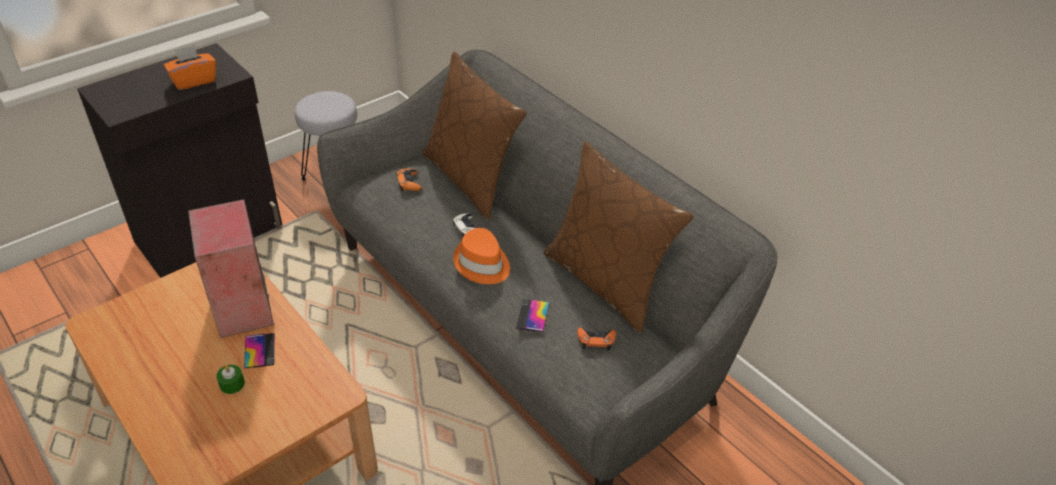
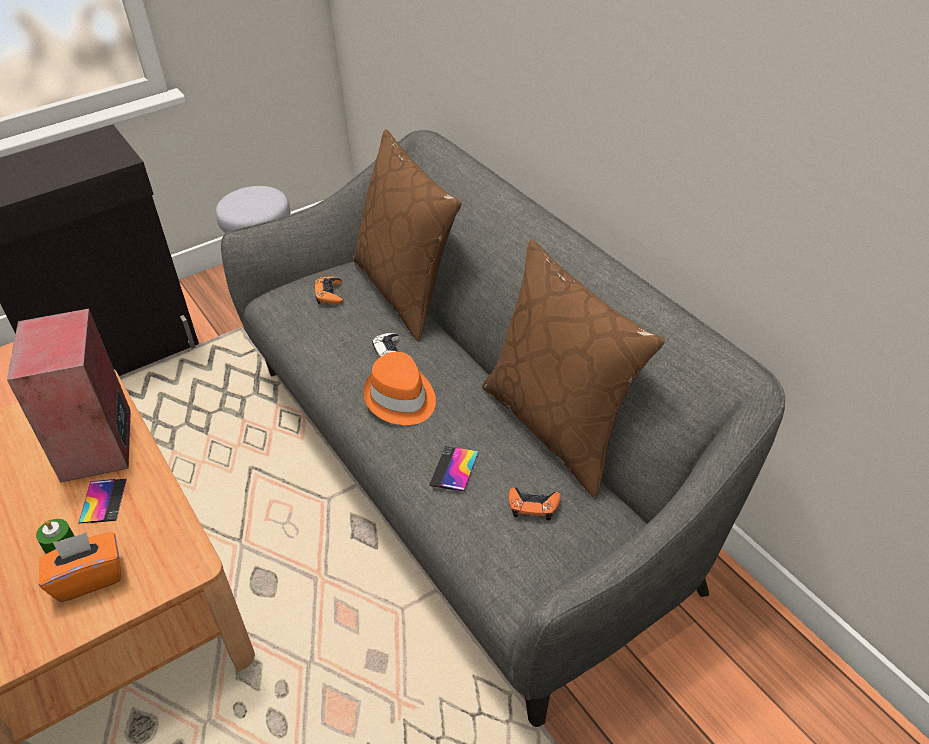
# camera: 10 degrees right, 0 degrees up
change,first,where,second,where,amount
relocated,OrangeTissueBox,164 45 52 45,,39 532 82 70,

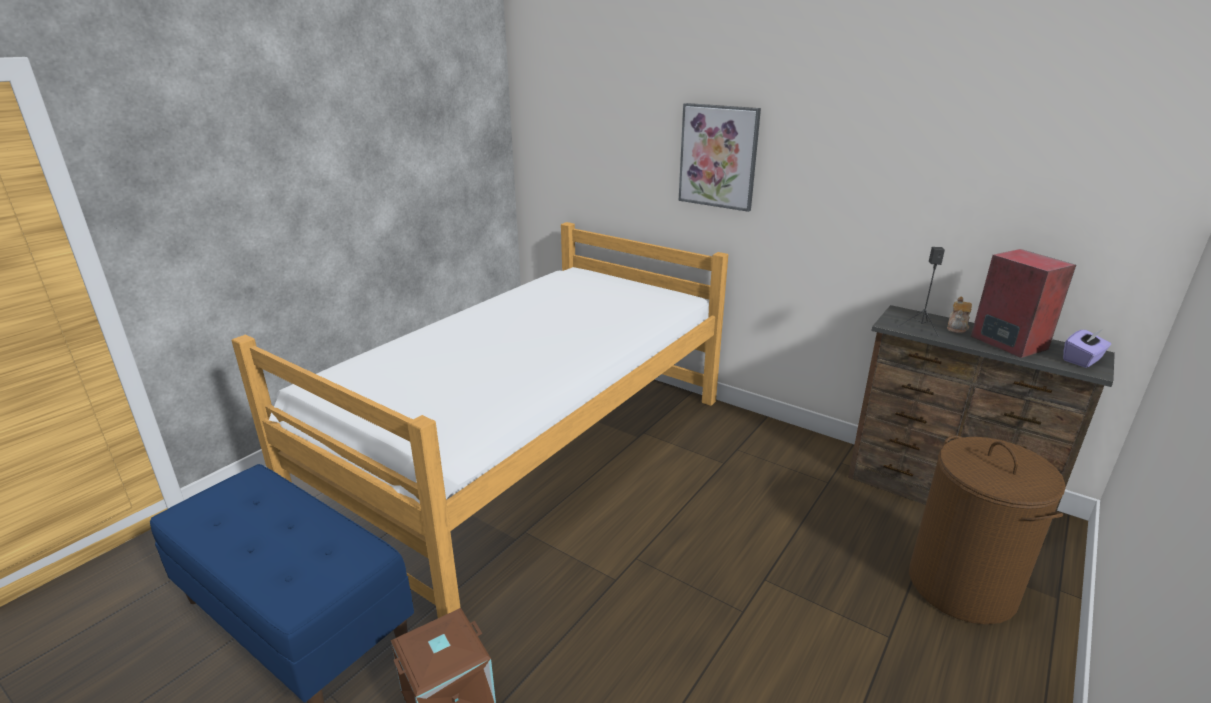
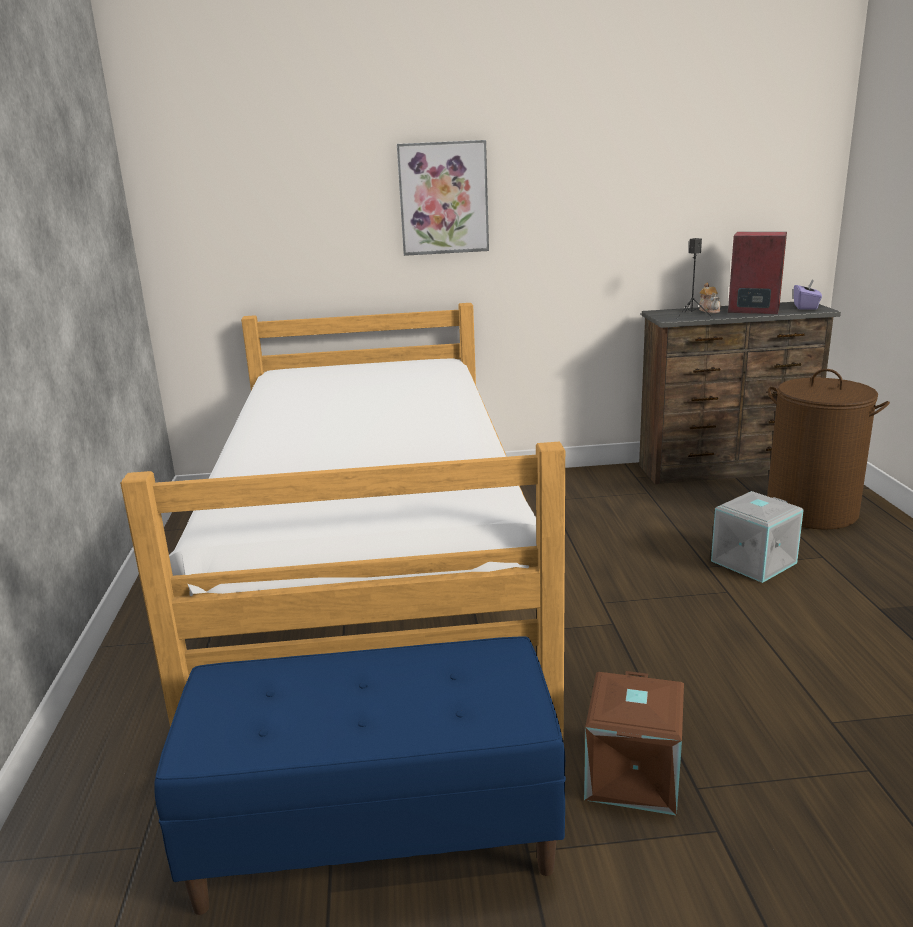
# camera: 40 degrees left, 5 degrees down
change,first,where,second,where,amount
appeared,,,GreyStorageBox,711 491 93 92,

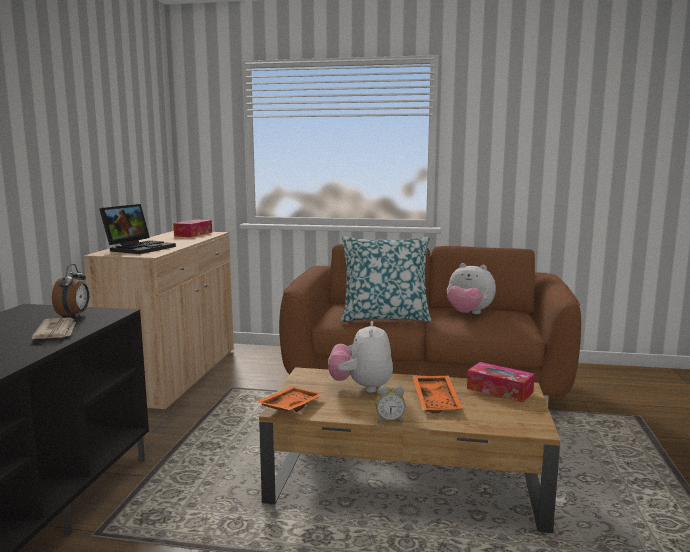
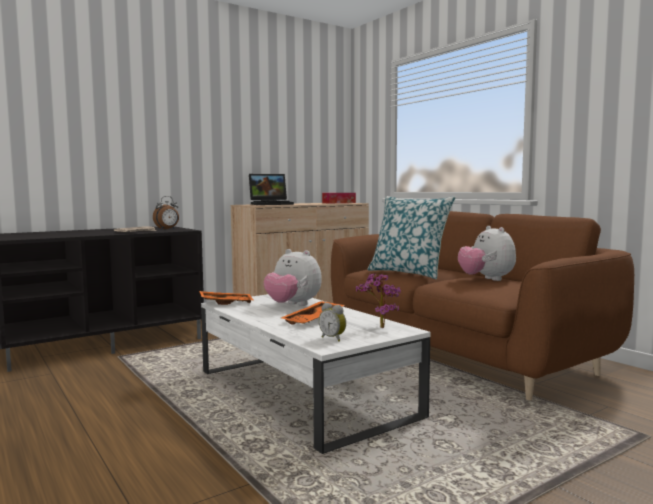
# camera: 45 degrees right, 5 degrees down
change,first,where,second,where,amount
colour,BrownCoffeeTable,259 367 302 166,WhiteCoffeeTable,201 294 229 160,
spun,PlushToy,328 321 65 72,,264 249 58 57,105 degrees counterclockwise
relocated,AlarmClock,375 386 30 37,,319 303 27 39,
exchanged,TissueBox,467 362 68 40,PottedPlant,356 273 45 55,

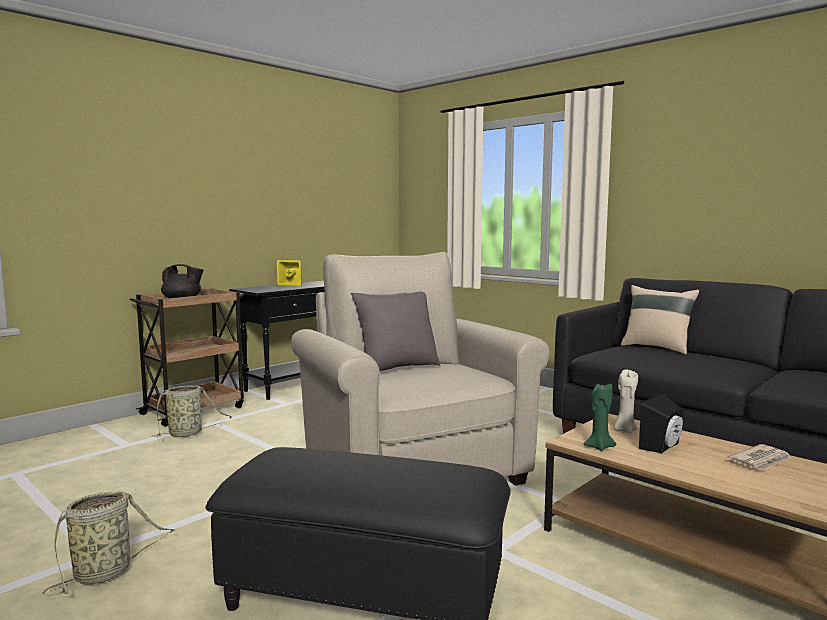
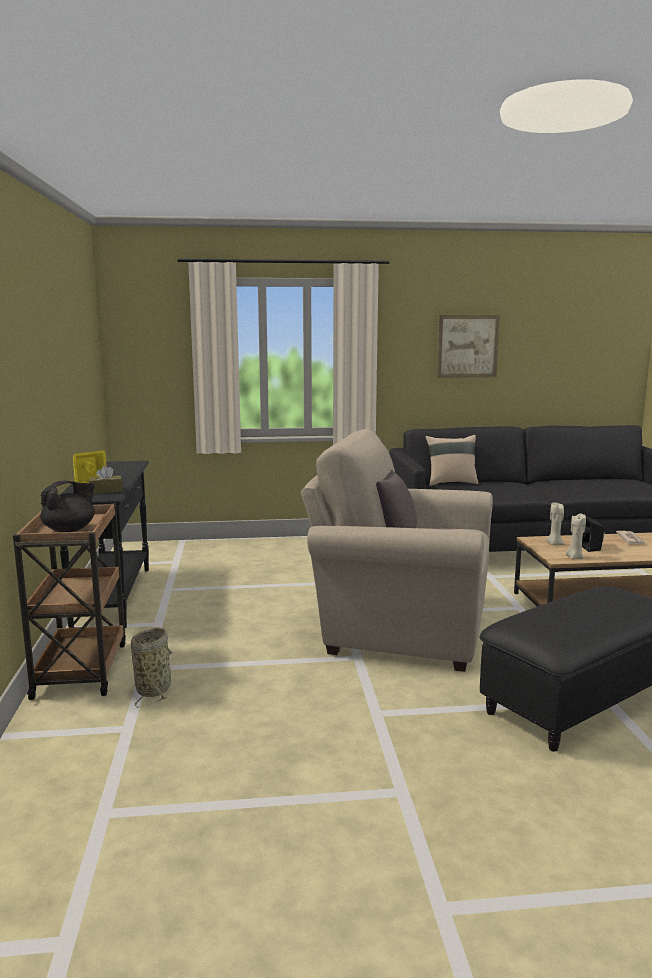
# camera: 50 degrees left, 5 degrees up
change,first,where,second,where,amount
missing,Basket,43 491 131 104,,,
colour,GreenCandle,584 384 32 67,BeigeCandle,566 514 20 45,
appeared,,,BrownTissueBox,89 465 34 29,
appeared,,,Picture,437 315 63 63,

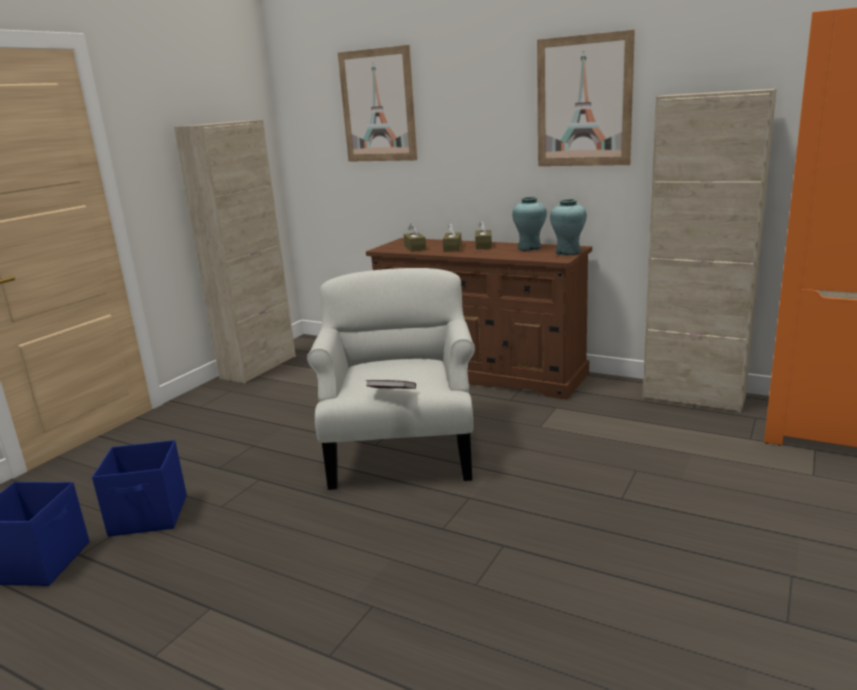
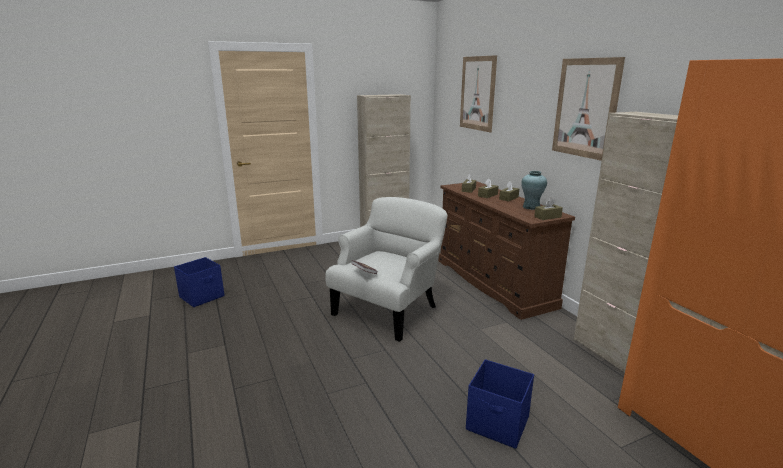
# camera: 35 degrees right, 0 degrees up
change,first,where,second,where,amount
relocated,BlueStorageBox,92 440 95 96,,466 359 68 90,
exchanged,TurquoiseVase,550 199 37 57,BrownTissueBox,534 198 29 22,

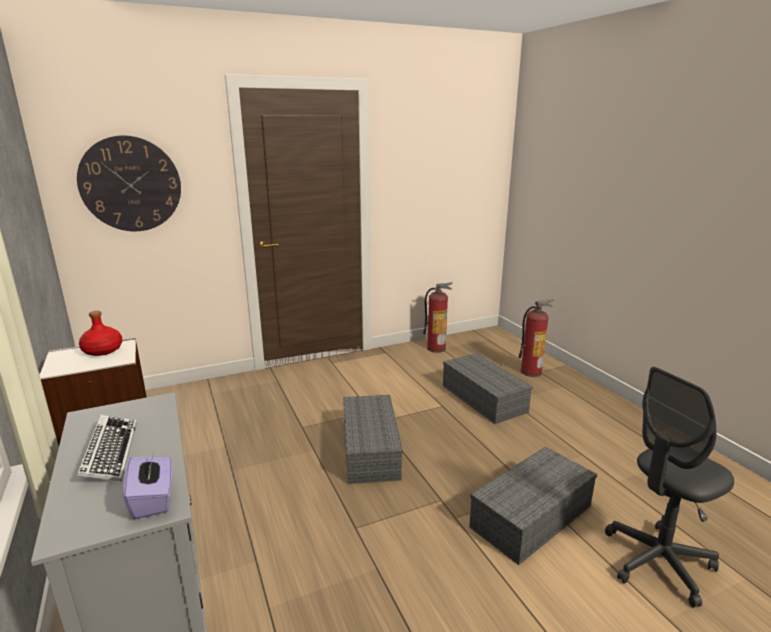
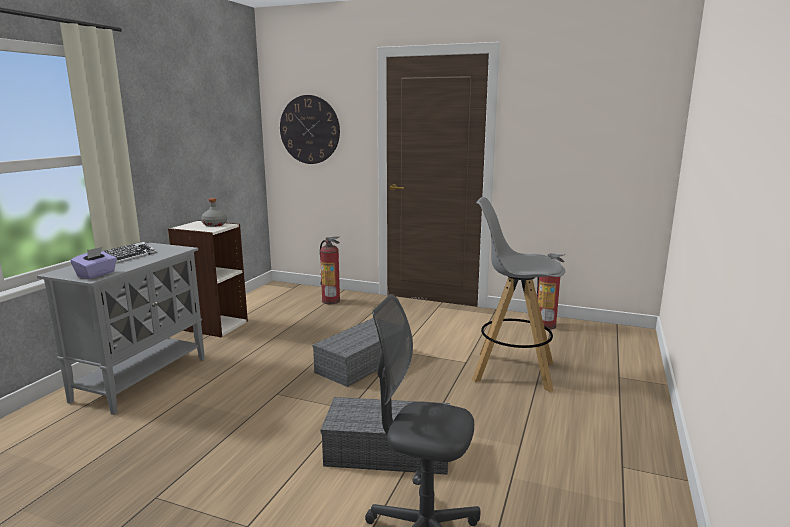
# camera: 45 degrees right, 5 degrees down
change,first,where,second,where,amount
colour,RedBottle,79 311 44 45,GreyBottle,201 198 26 29,
exchanged,GreyStorageBox,443 353 90 71,GreyStool,472 197 93 195,
relocated,FireExtinguisher,519 299 35 78,,320 237 20 67,

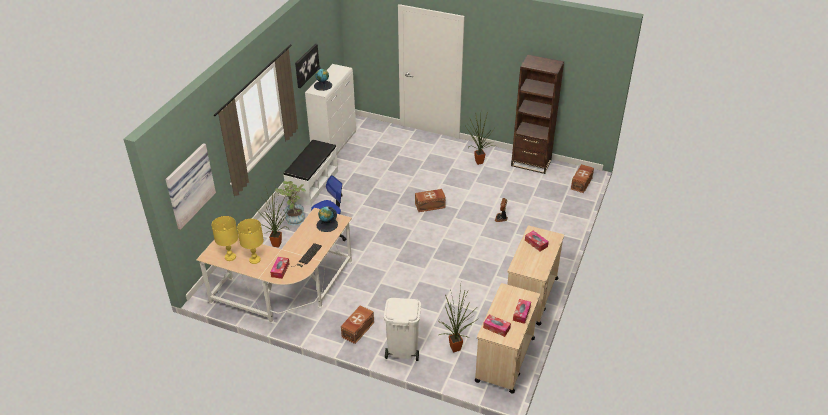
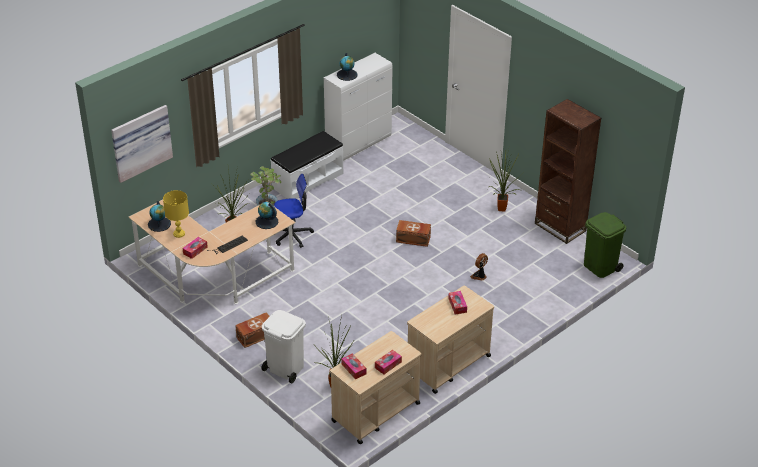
# camera: 25 degrees right, 0 degrees up
change,first,where,second,where,amount
exchanged,YellowTableLamp,212 216 26 45,Globe,148 201 23 31,
missing,Picture,295 44 24 44,,,
exchanged,BrownStorageBox,571 164 23 29,GreenTrashCan,584 212 42 66,

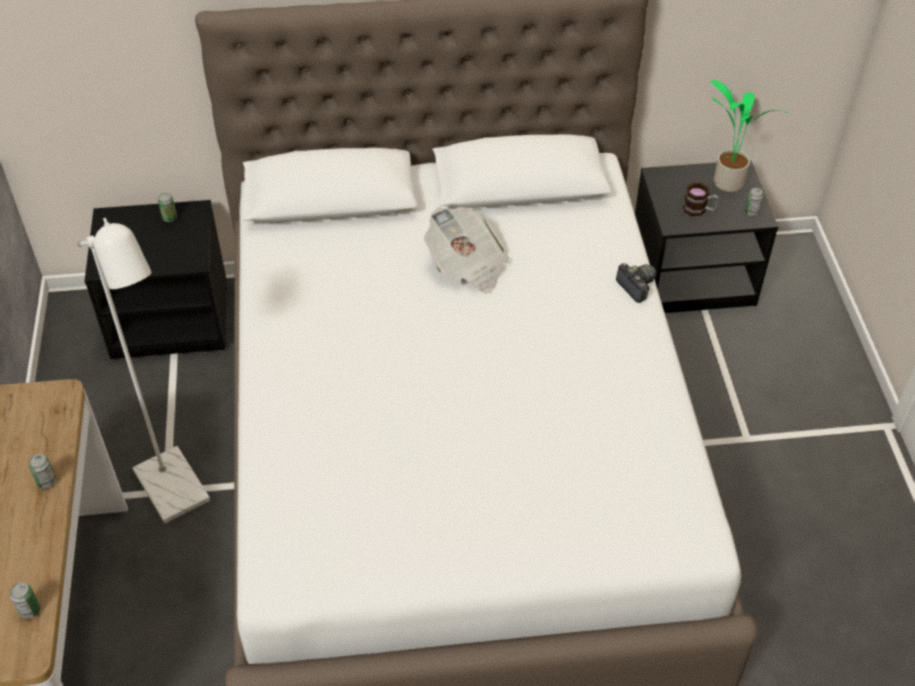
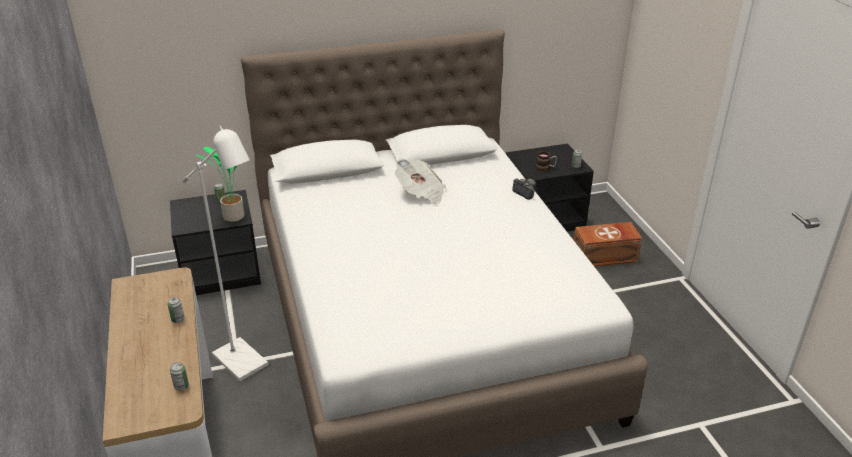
# camera: 10 degrees left, 15 degrees down
change,first,where,second,where,amount
relocated,PottedPlant,711 80 77 112,,196 147 49 75,
appeared,,,BrownStorageBox,574 222 68 44,

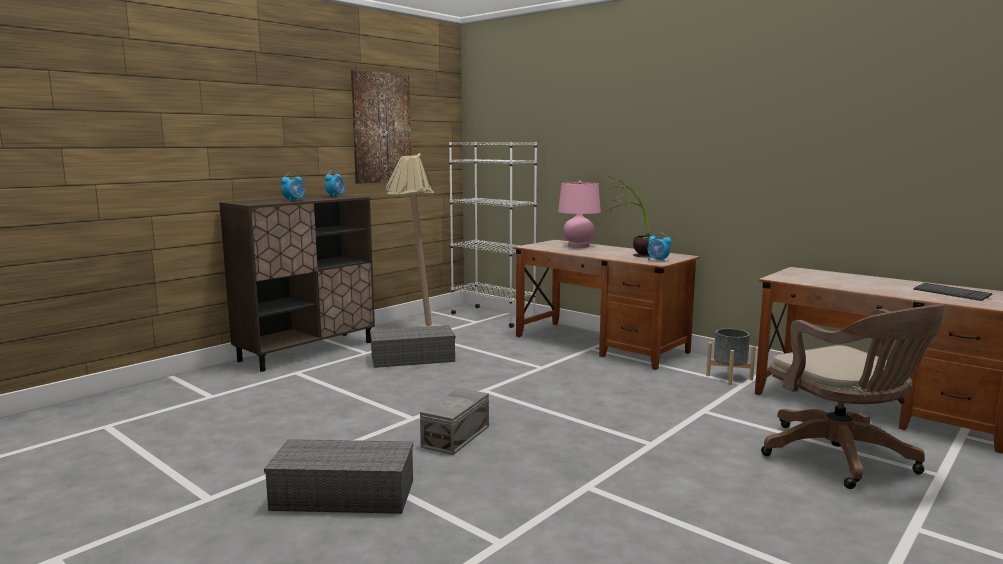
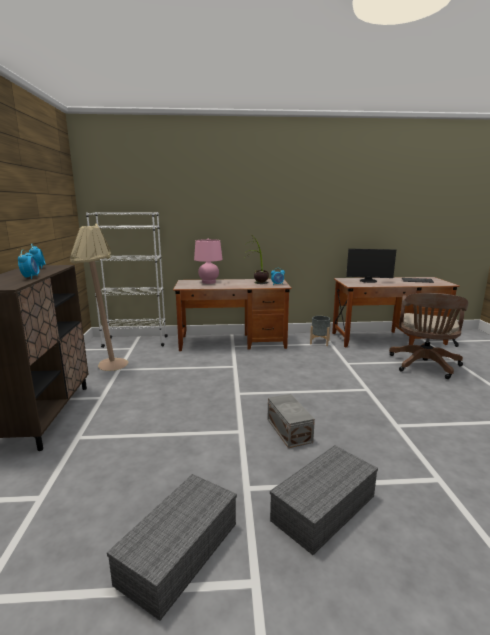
# camera: 45 degrees left, 5 degrees up
change,first,where,second,where,amount
missing,Picture,351 70 61 114,,,
relocated,GreyStorageBox,370 325 86 43,,107 474 130 147,
spun,BrownOfficeChair,761 304 184 185,,389 293 79 86,90 degrees clockwise
appeared,,,Monitor,346 249 50 34,

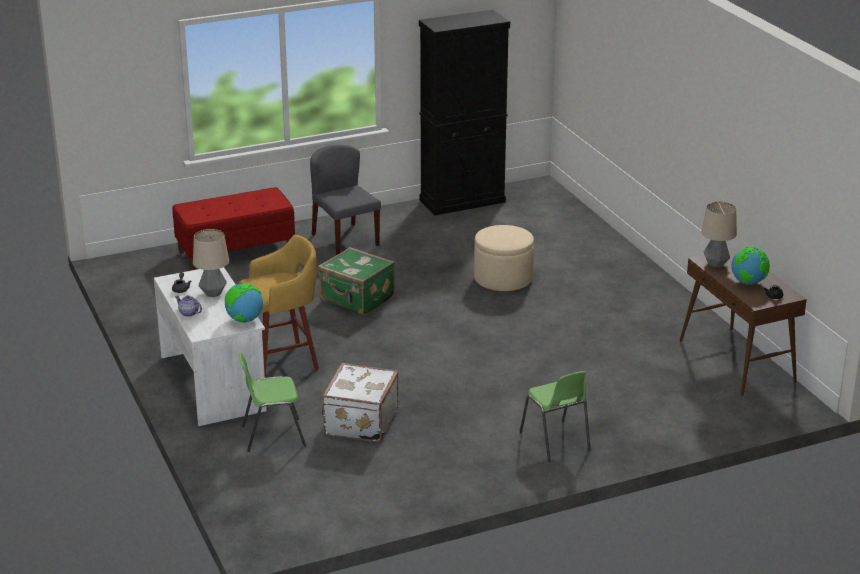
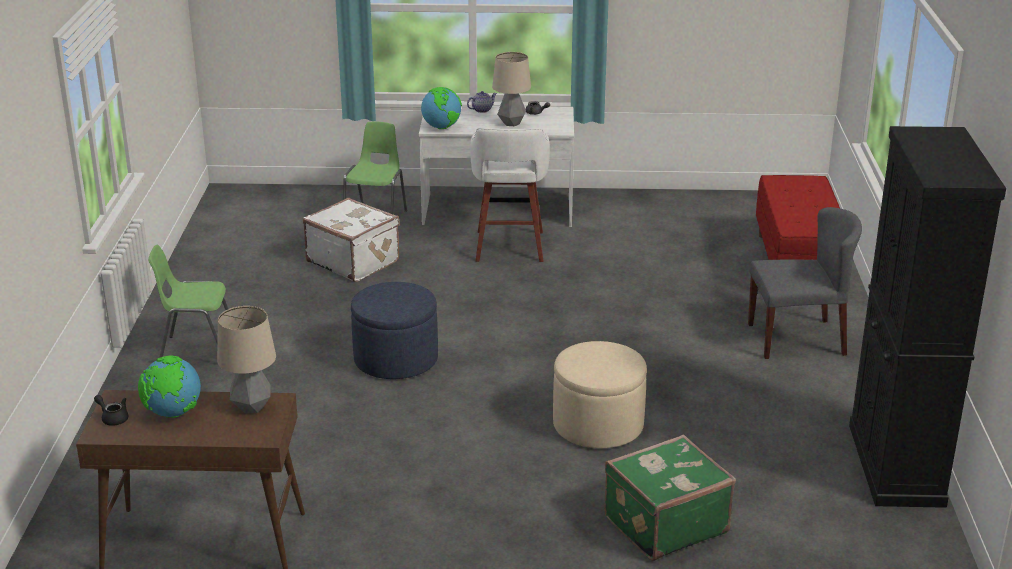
# camera: 115 degrees right, 0 degrees up
change,first,where,second,where,amount
colour,YellowStool,239 235 80 143,WhiteStool,470 127 80 135,
relocated,GreenSuitcase,318 247 77 69,,604 435 132 126,
appeared,,,BlueOttoman,351 282 87 97,

